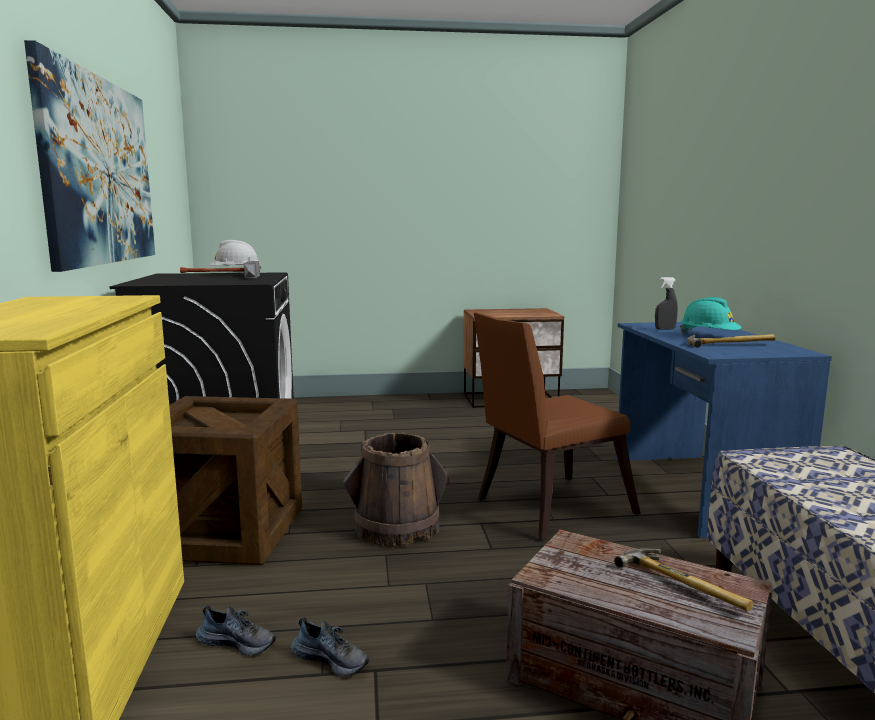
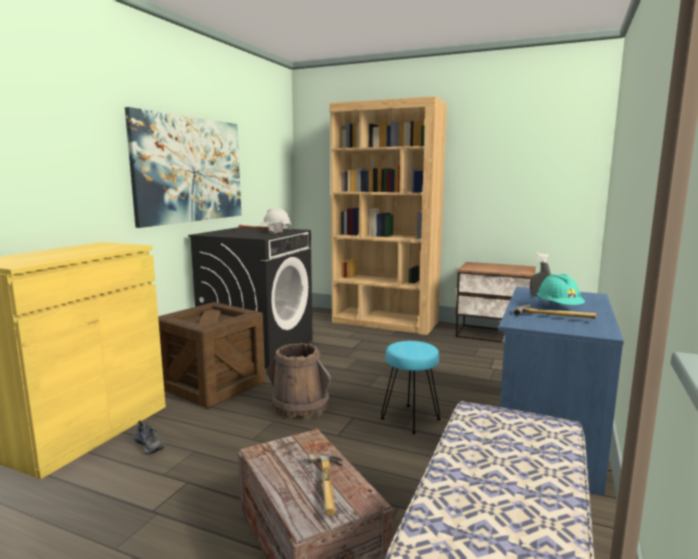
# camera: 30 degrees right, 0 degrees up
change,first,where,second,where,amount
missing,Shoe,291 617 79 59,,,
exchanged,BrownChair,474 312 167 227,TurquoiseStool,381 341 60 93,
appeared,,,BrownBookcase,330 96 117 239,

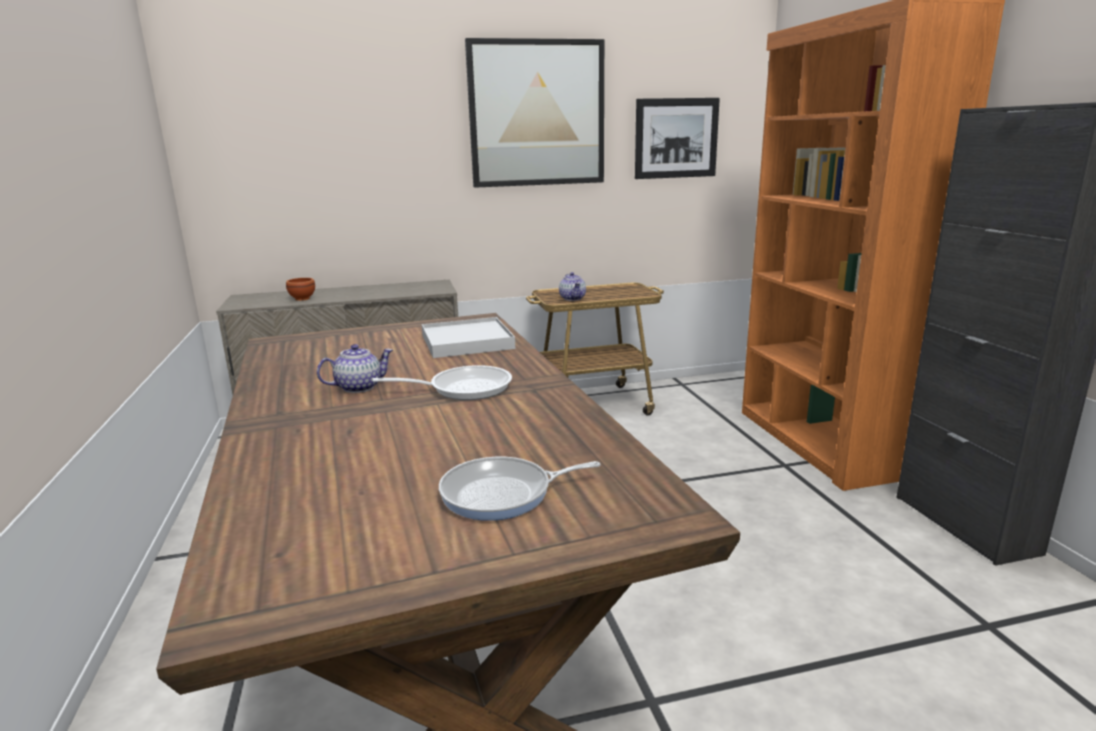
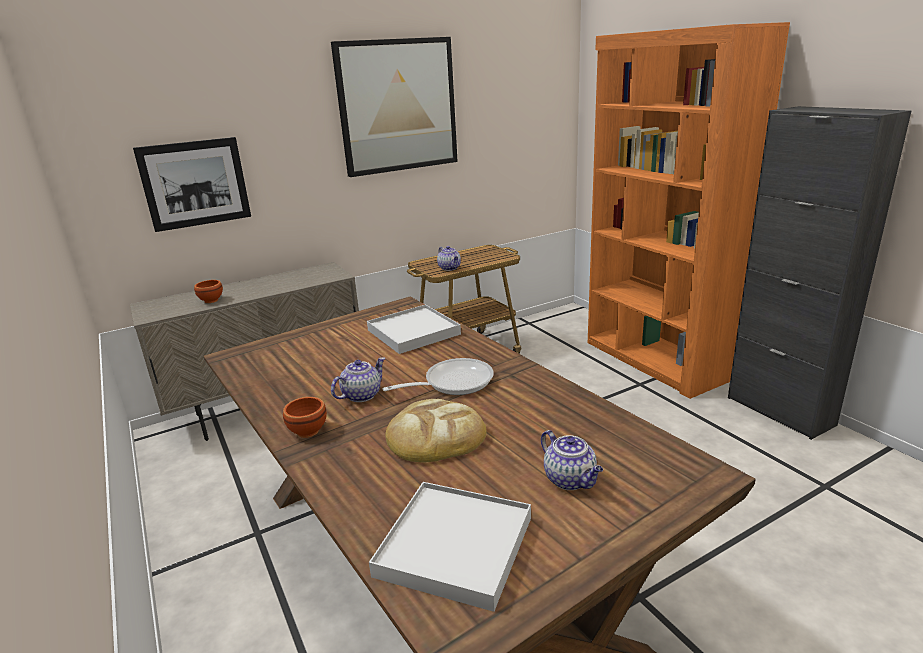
# camera: 15 degrees left, 5 degrees up
change,first,where,second,where,amount
exchanged,FryingPan,439 457 161 64,Teapot,541 430 62 60,
relocated,Picture,635 98 85 81,,133 137 118 95,
appeared,,,BrownBowl,283 397 44 41,
appeared,,,WhiteTray,369 482 162 130,
appeared,,,Bread,385 399 102 63,

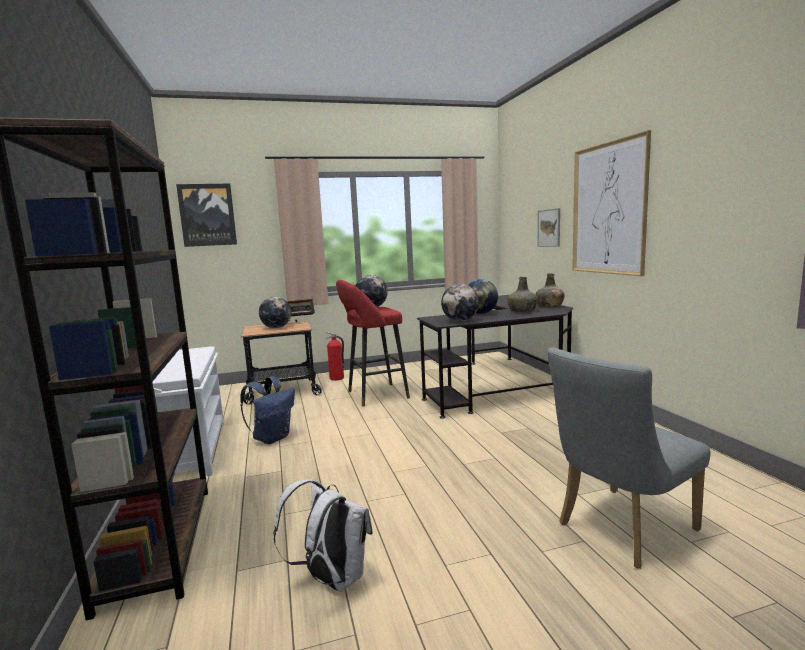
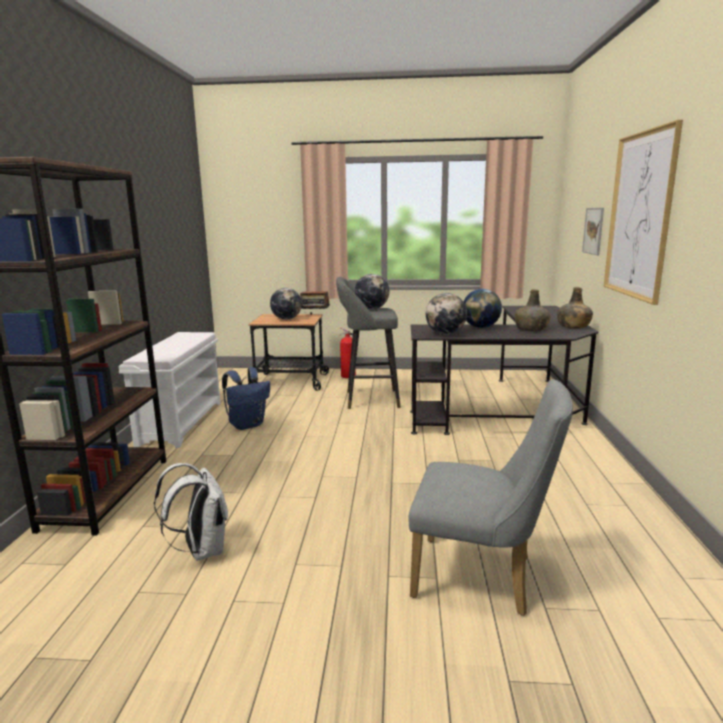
# camera: 20 degrees right, 5 degrees up
change,first,where,second,where,amount
missing,Picture,176 184 61 63,,,
colour,RedStool,336 280 74 127,GreyStool,336 277 64 132,
spun,GreyChair,547 347 164 222,,409 379 164 237,150 degrees counterclockwise

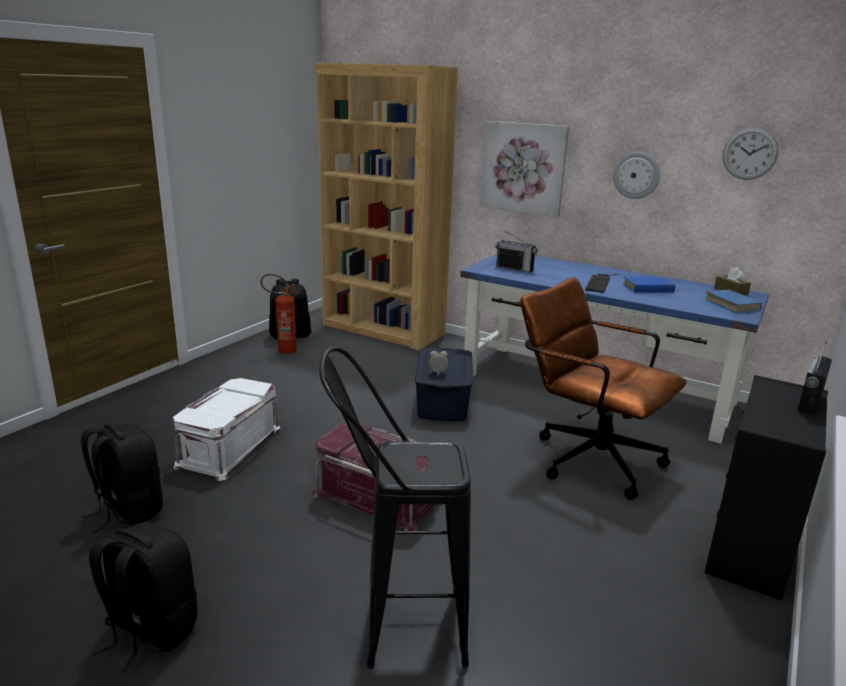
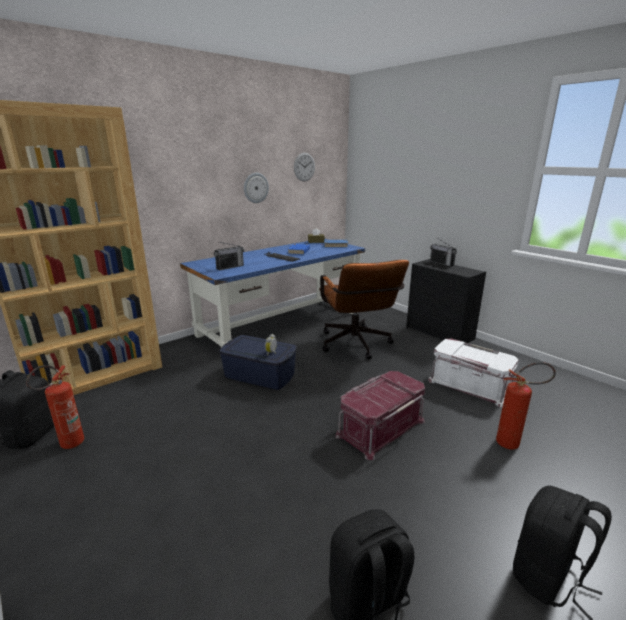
# camera: 70 degrees left, 0 degrees up
change,first,where,second,where,amount
relocated,WhiteStorageBox,172 378 110 103,,428 339 91 68,
exchanged,BlackStool,319 347 152 322,FireExtinguisher,496 362 60 88,
missing,Picture,480 121 89 96,,,
spun,BrownOfficeChair,520 277 167 223,,319 260 90 100,75 degrees counterclockwise

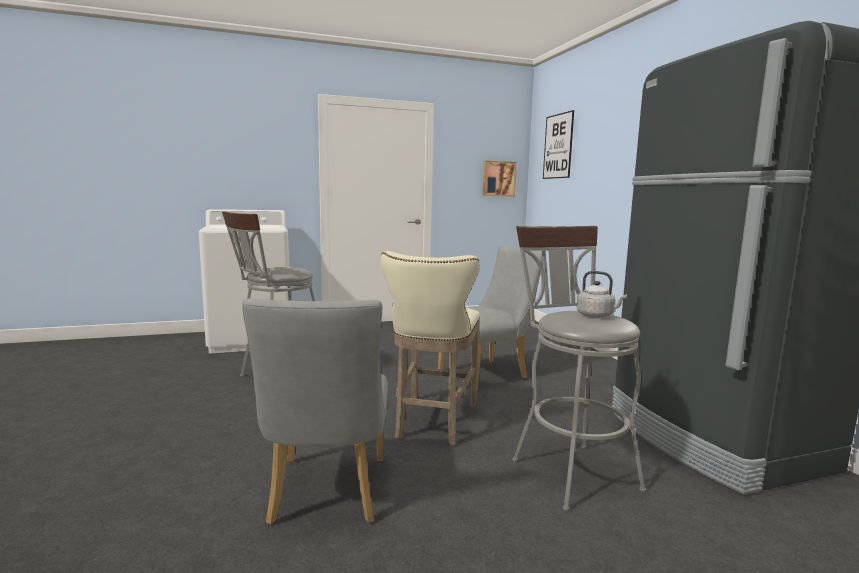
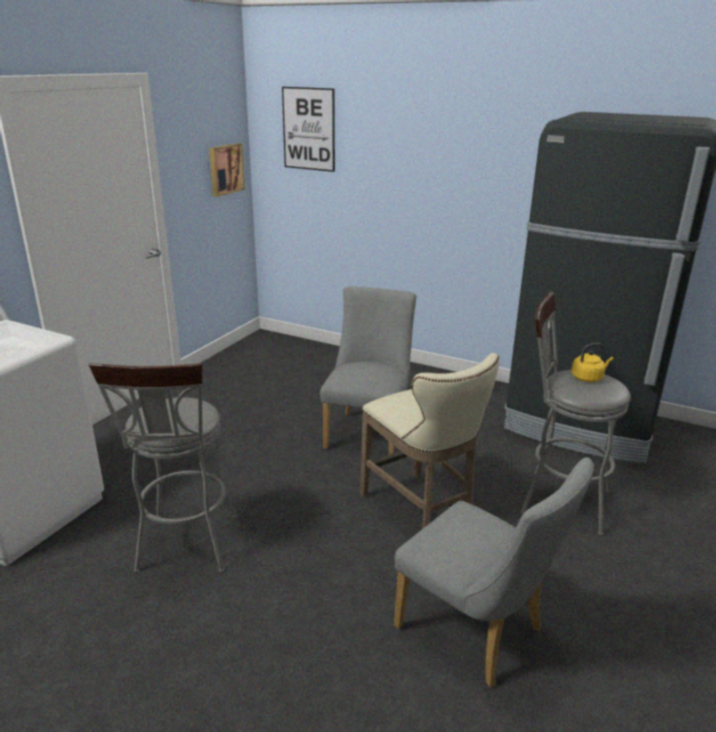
# camera: 45 degrees left, 15 degrees up
change,first,where,second,where,amount
colour,GreyKettle,577 271 50 47,YellowKettle,571 343 42 39,

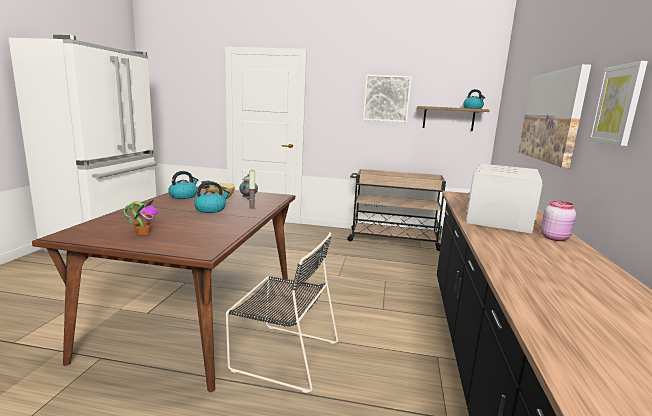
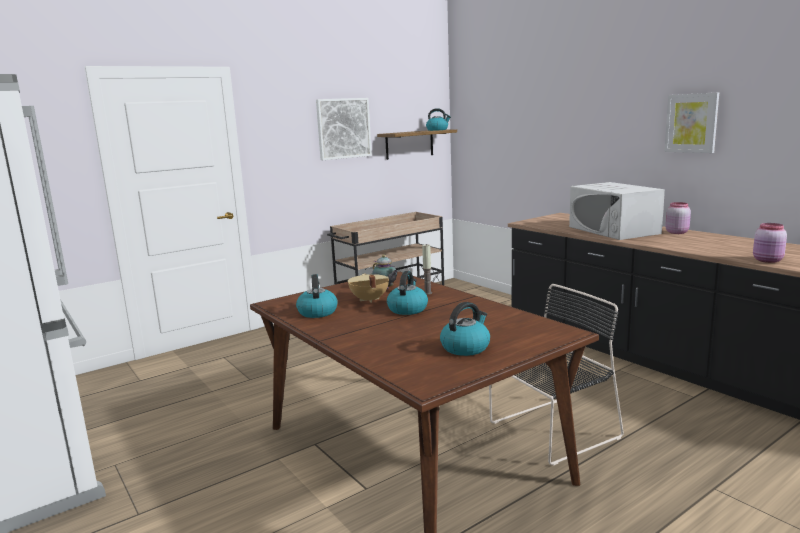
# camera: 45 degrees left, 0 degrees up
change,first,where,second,where,amount
exchanged,PottedPlant,124 199 34 36,Kettle,440 302 50 54,
missing,Picture,519 64 72 104,,,
appeared,,,PinkJar,753 223 34 40,

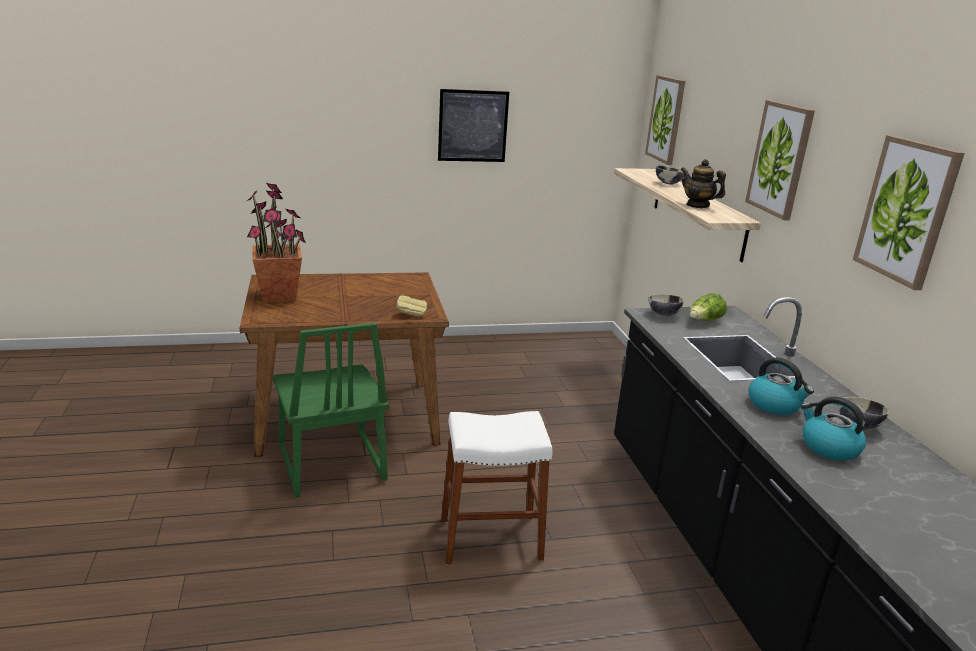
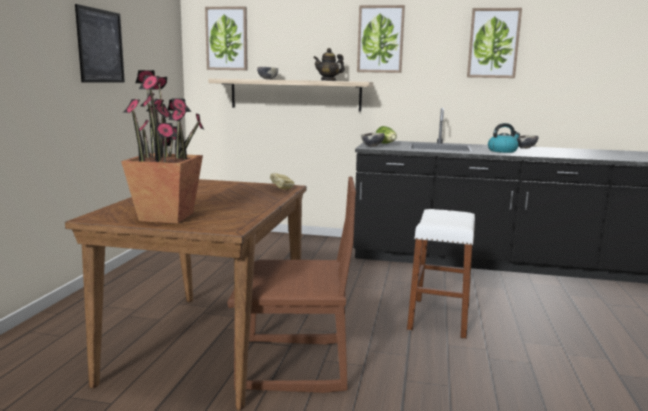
# camera: 65 degrees left, 10 degrees down
change,first,where,second,where,amount
colour,GreenChair,273 323 116 175,BrownChair,227 176 129 217,
missing,Kettle,801 397 65 64,,,

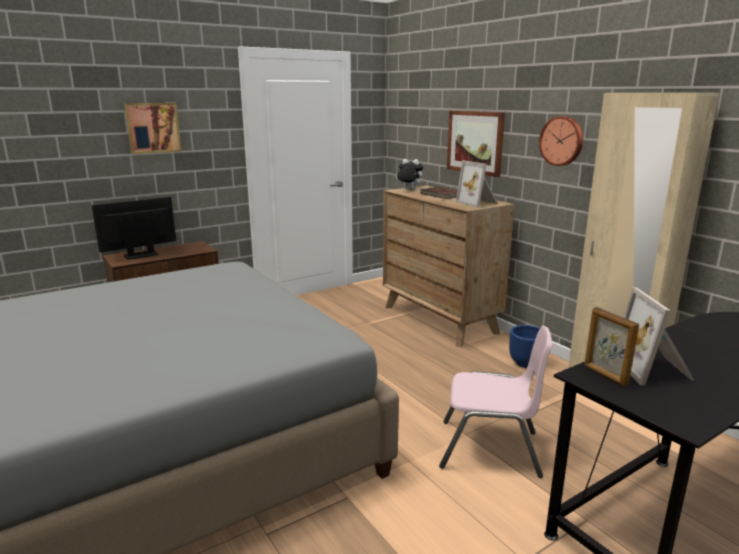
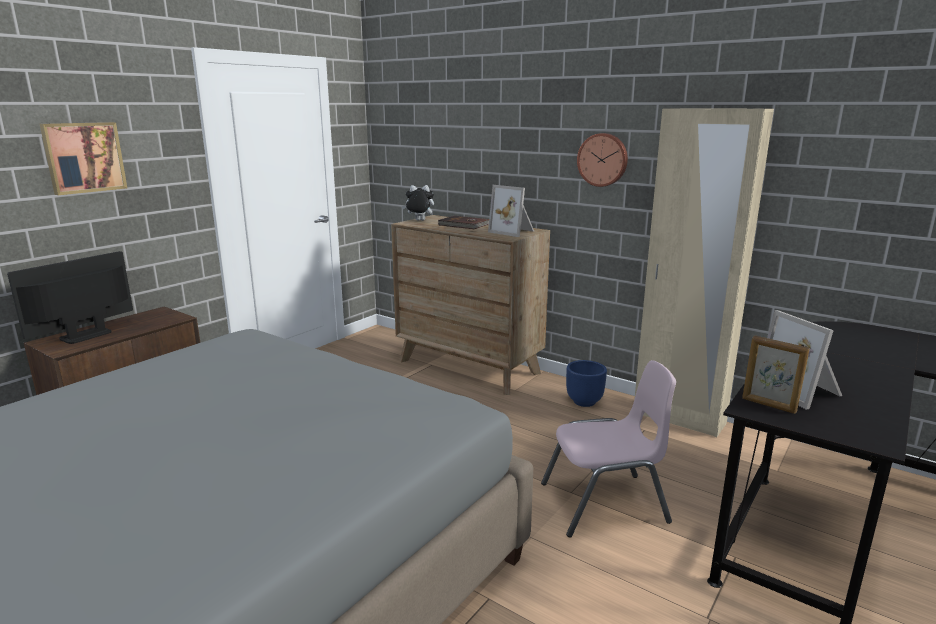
# camera: 20 degrees left, 0 degrees up
change,first,where,second,where,amount
missing,Picture,447 111 58 66,,,

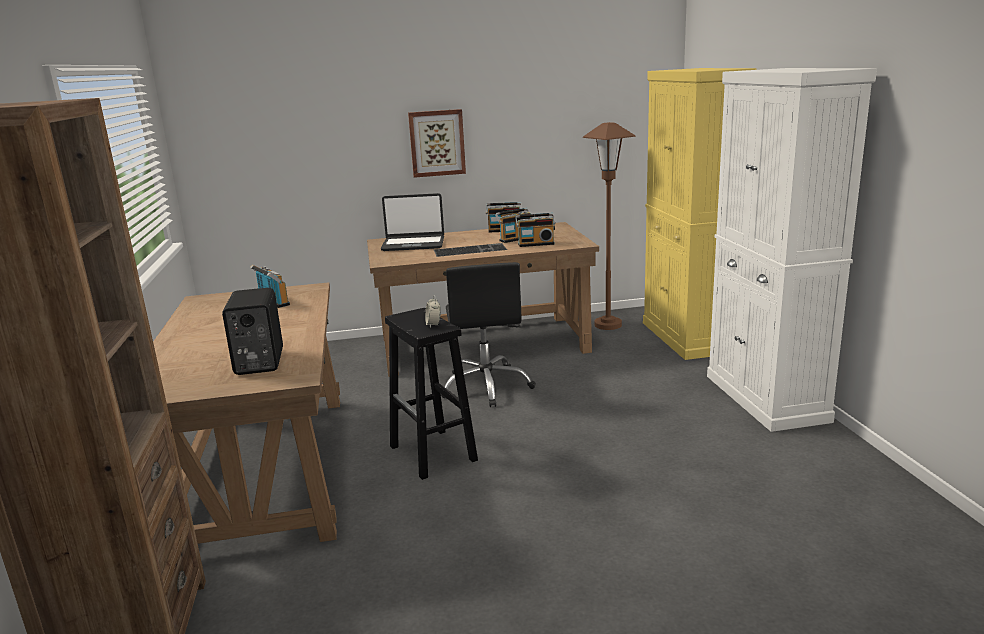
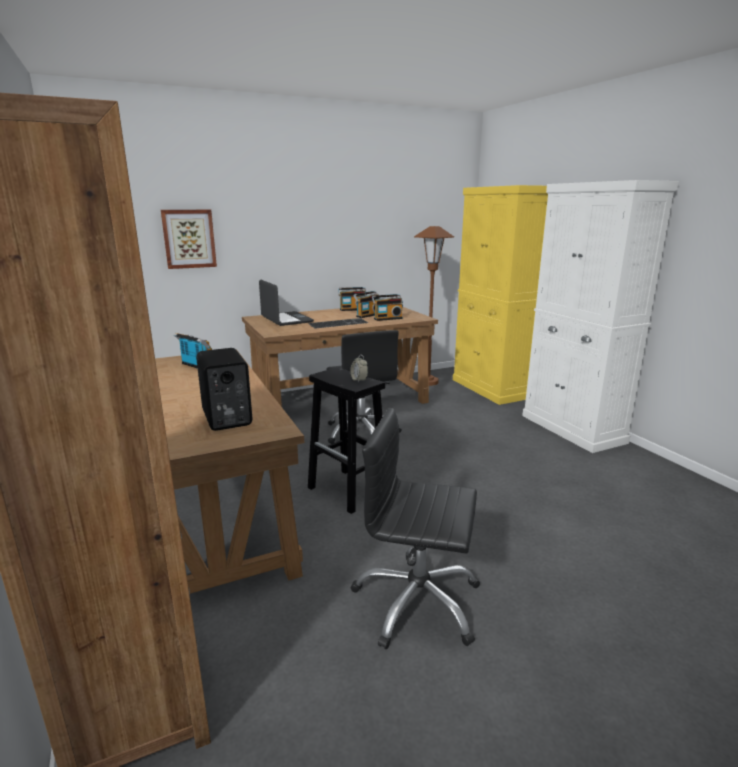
# camera: 15 degrees left, 0 degrees up
change,first,where,second,where,amount
spun,Laptop,380 193 64 58,,259 280 55 46,105 degrees counterclockwise
relocated,Picture,408 109 58 69,,161 210 56 59,
appeared,,,BlackOfficeChair,351 408 129 241,

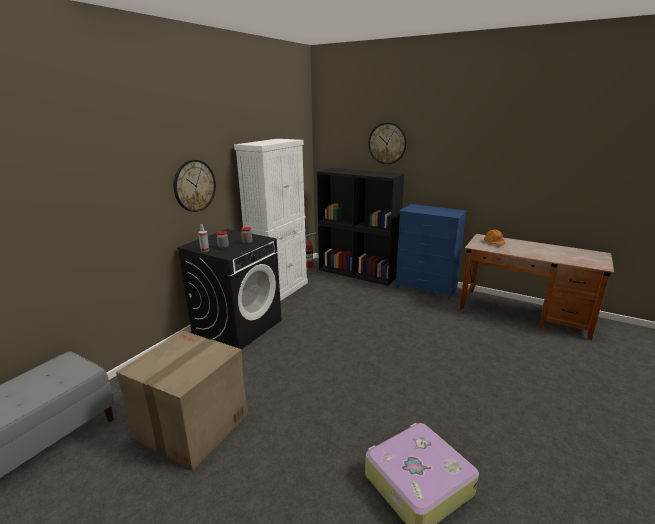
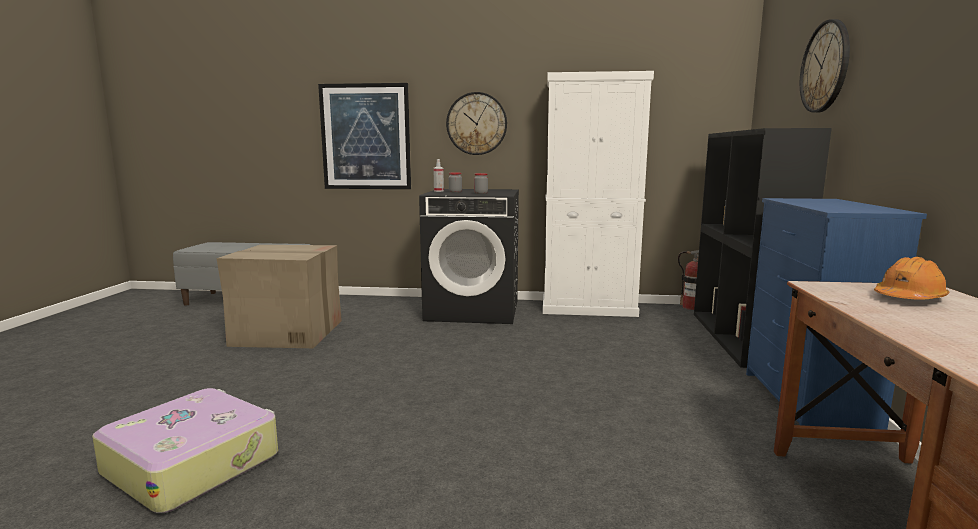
# camera: 65 degrees right, 10 degrees down
change,first,where,second,where,amount
appeared,,,Picture,318 83 93 106,

